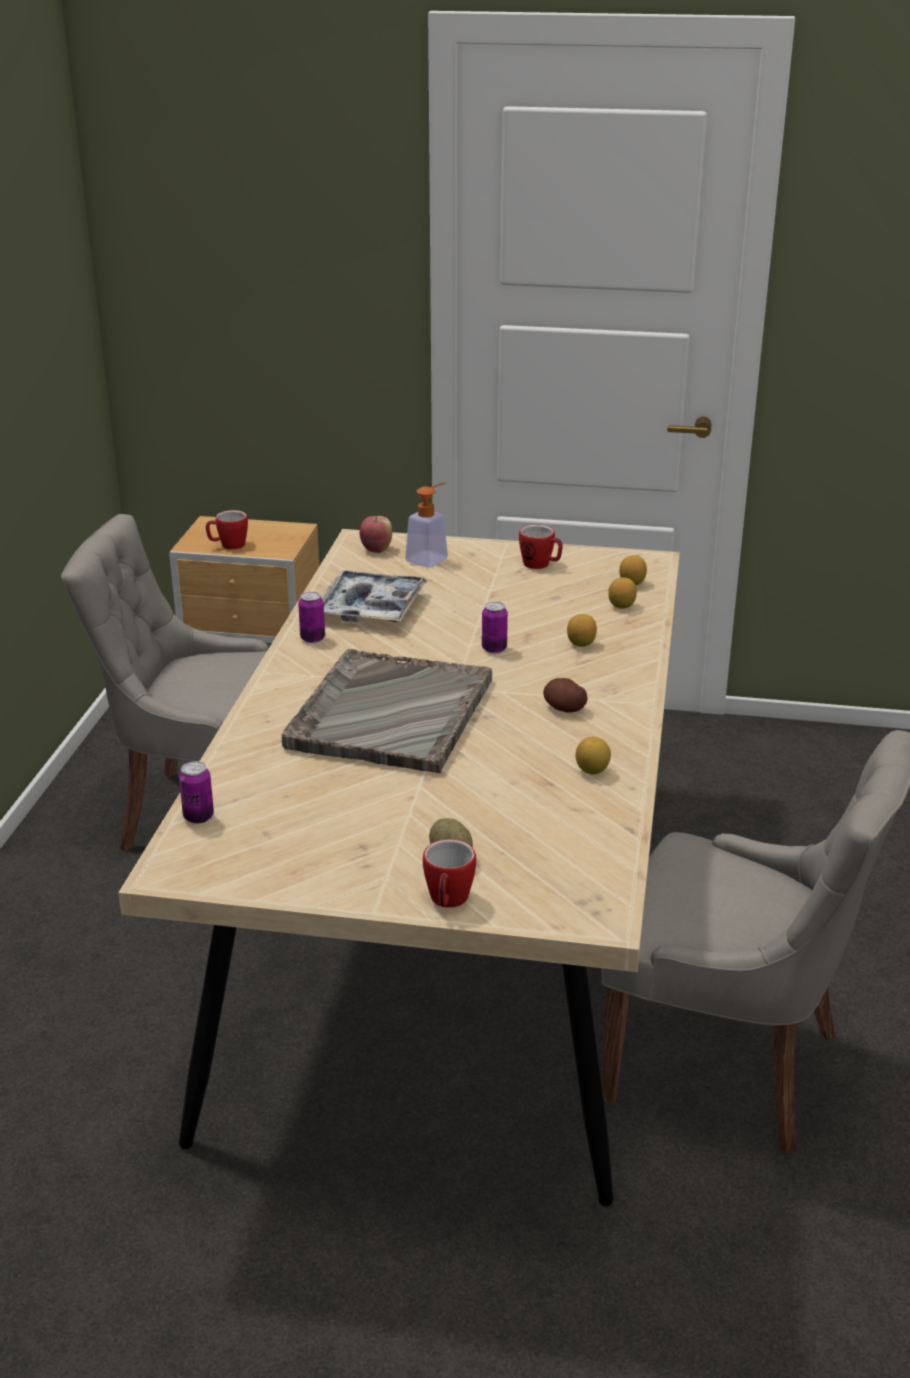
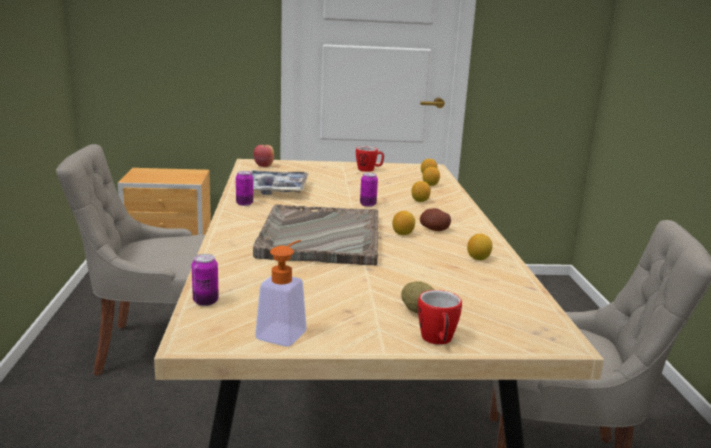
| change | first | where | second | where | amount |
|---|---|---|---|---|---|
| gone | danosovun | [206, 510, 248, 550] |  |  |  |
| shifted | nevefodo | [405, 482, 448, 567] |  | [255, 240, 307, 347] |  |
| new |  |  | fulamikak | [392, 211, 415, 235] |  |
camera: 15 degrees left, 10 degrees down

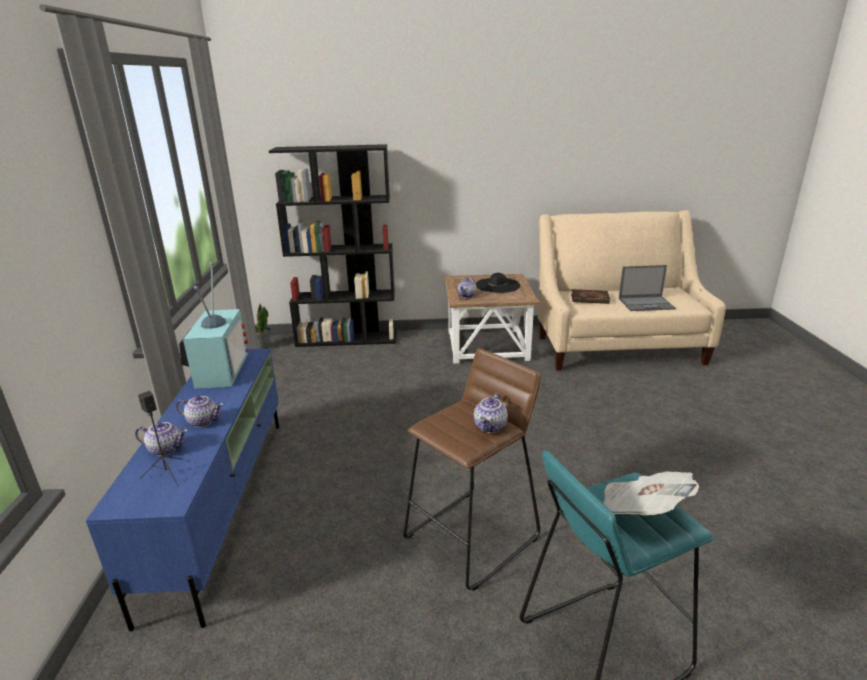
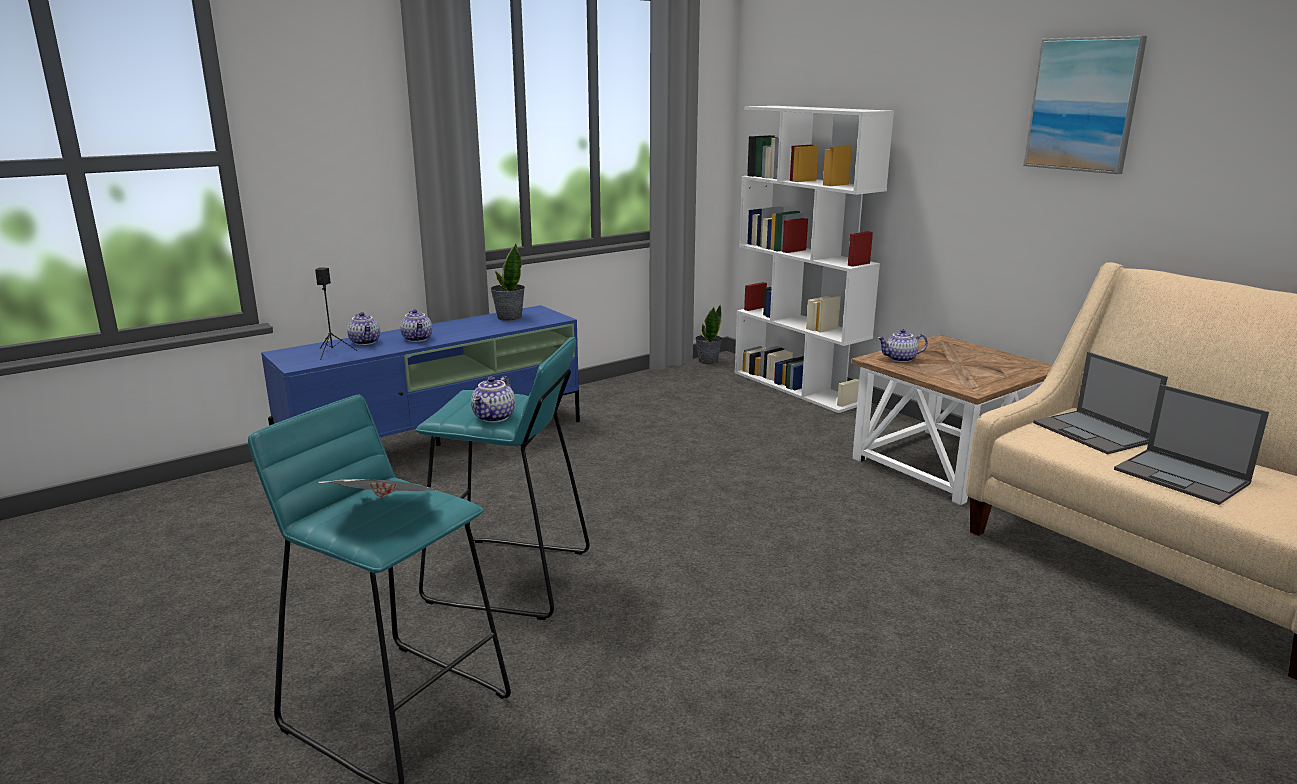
| change | first | where | second | where | amount |
|---|---|---|---|---|---|
| swapped | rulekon | [179, 262, 248, 389] | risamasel | [490, 244, 525, 321] |  |
| repainted | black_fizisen | [269, 144, 397, 347] | white_fizisen | [735, 106, 894, 413] |  |
| repainted | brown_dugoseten | [403, 348, 541, 591] | turquoise_dugoseten | [416, 337, 590, 620] |  |
| rotated | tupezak | [474, 393, 508, 433] |  | [471, 376, 515, 423] | 60 degrees counterclockwise |
| gone | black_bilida | [476, 273, 520, 293] |  |  |  |
| swapped | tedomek | [571, 289, 610, 304] | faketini | [1033, 352, 1168, 454] |  |
| new |  |  | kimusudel | [1023, 36, 1147, 174] |  |
camera: 55 degrees right, 5 degrees down

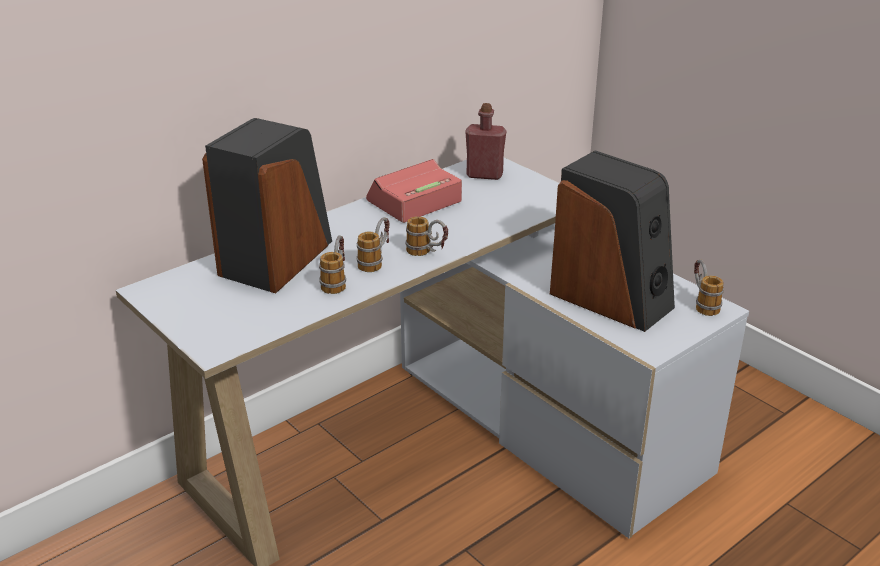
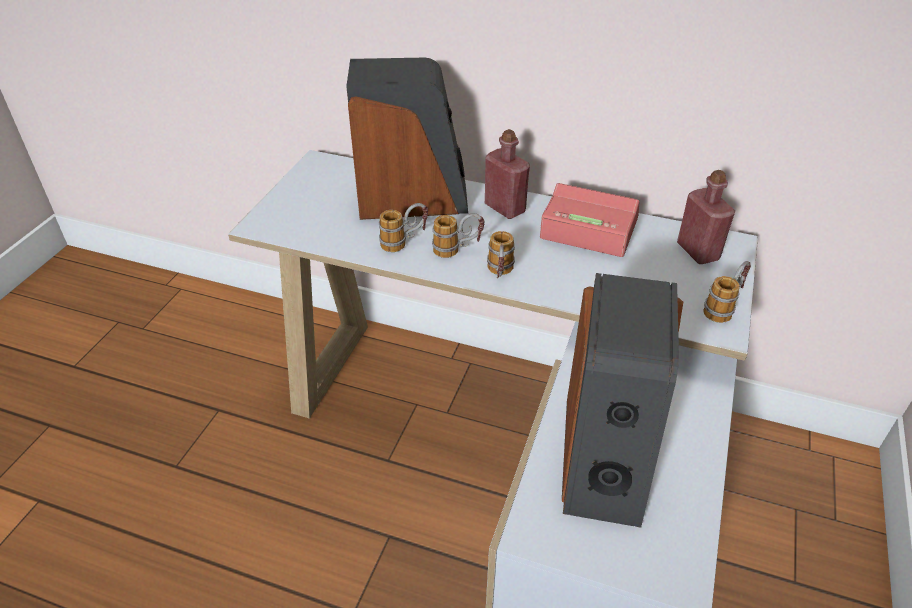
| change | first | where | second | where | amount |
|---|---|---|---|---|---|
| shifted | danosovun | [694, 260, 724, 316] |  | [703, 261, 751, 323] |  |
| new |  |  | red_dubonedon | [485, 129, 530, 219] |  |
camera: 60 degrees right, 10 degrees up

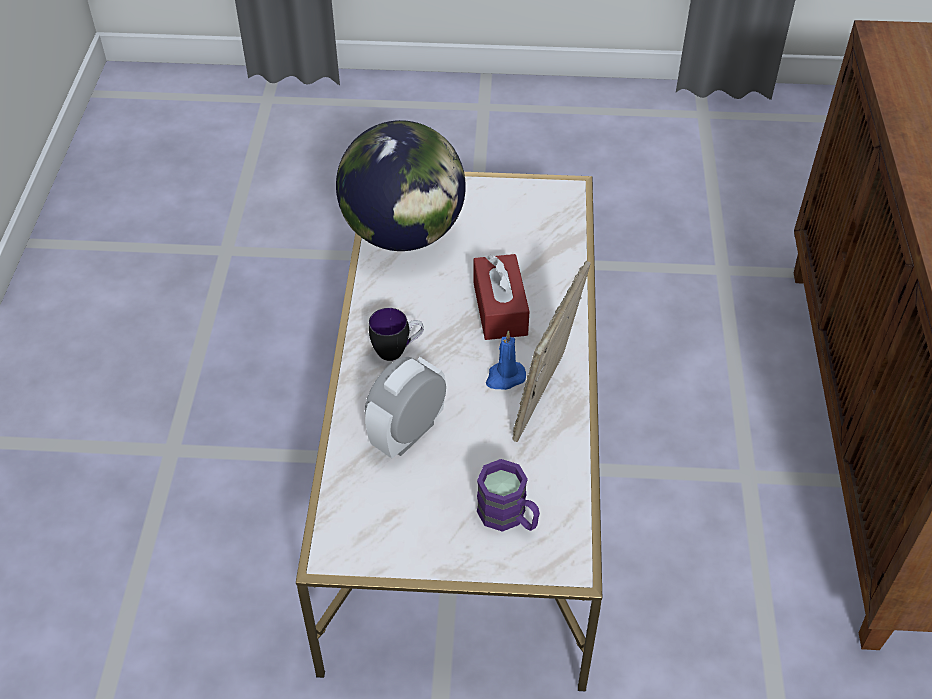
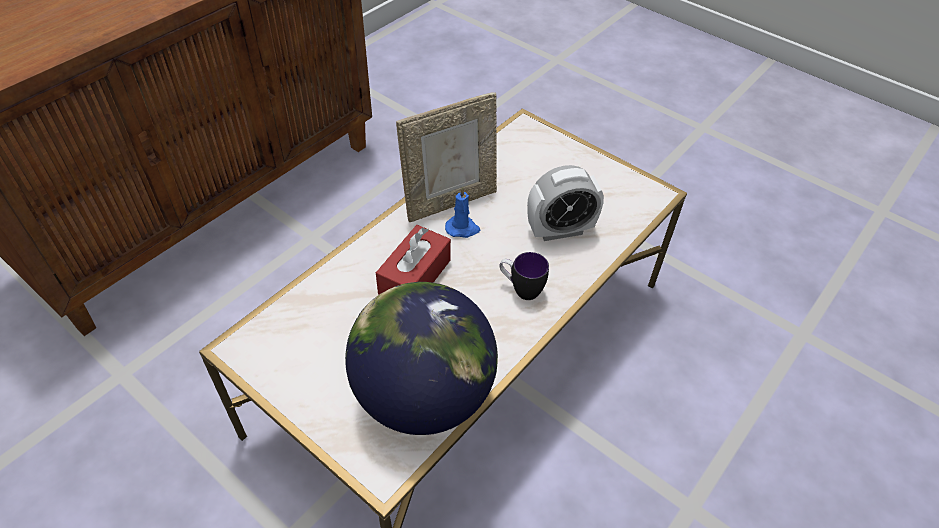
| change | first | where | second | where | amount |
|---|---|---|---|---|---|
| gone | purple_danosovun | [477, 459, 540, 532] |  |  |  |
camera: 145 degrees left, 0 degrees up

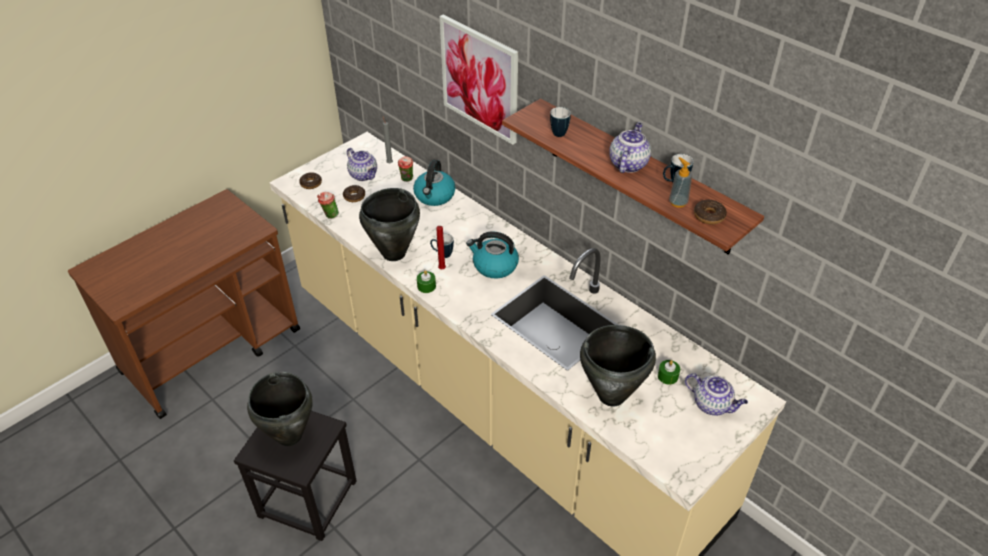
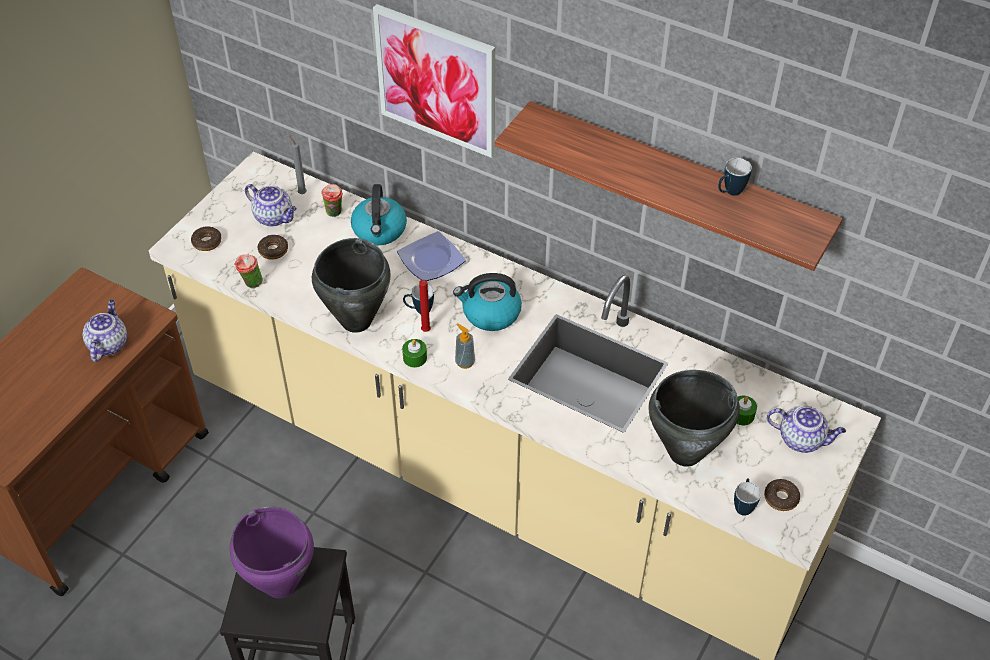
| change | first | where | second | where | amount |
|---|---|---|---|---|---|
| repainted | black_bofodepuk | [247, 372, 313, 446] | purple_bofodepuk | [230, 506, 314, 598] |  |
| shifted | danosovun | [550, 107, 571, 137] |  | [734, 478, 761, 516] |  |
| shifted | tupezak | [609, 122, 651, 173] |  | [82, 299, 127, 362] |  |
| shifted | nevefodo | [669, 157, 692, 208] |  | [455, 323, 475, 369] |  |
| shifted | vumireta | [694, 200, 727, 225] |  | [764, 479, 800, 511] |  |
| new |  |  | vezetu | [397, 231, 466, 281] |  |
camera: 15 degrees left, 5 degrees up

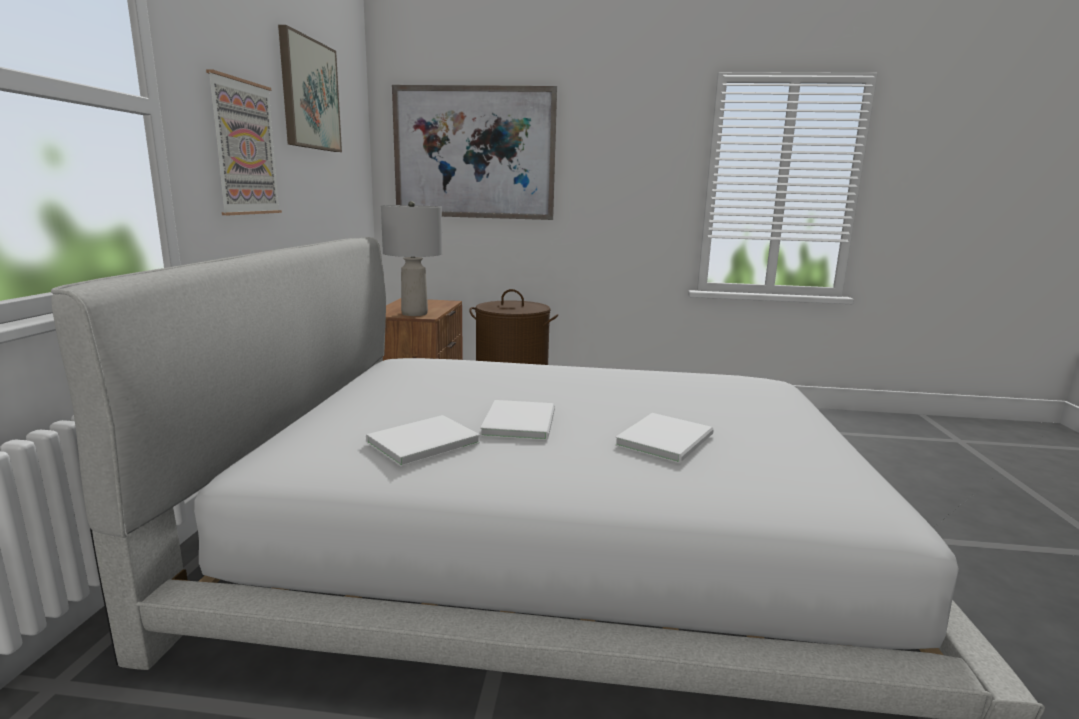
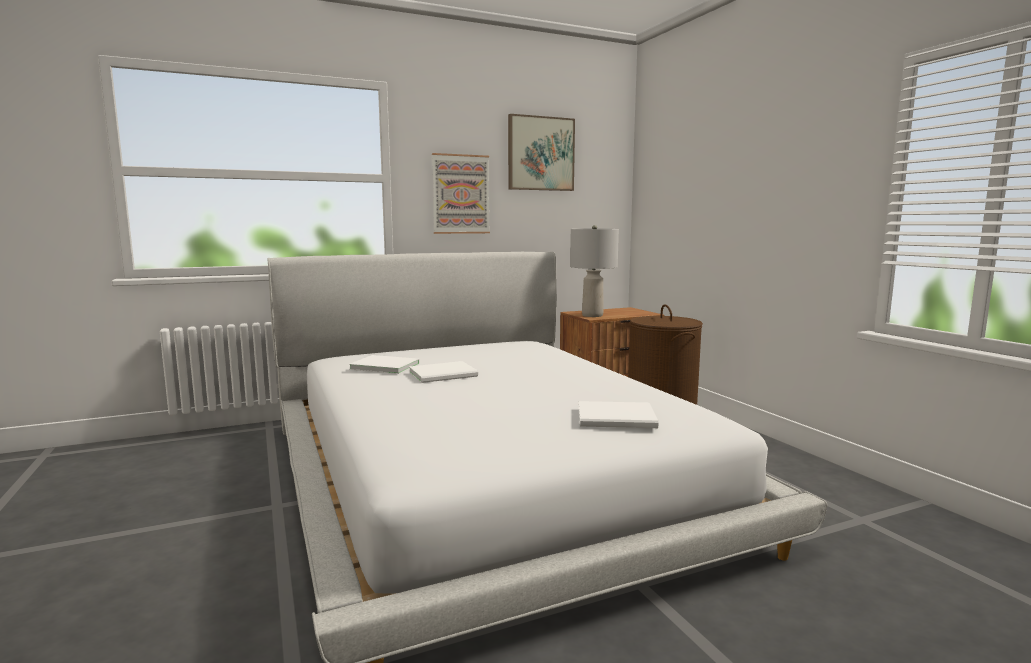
| change | first | where | second | where | amount |
|---|---|---|---|---|---|
| gone | kimusudel | [392, 85, 557, 220] |  |  |  |
| shifted | white_tedomek | [615, 413, 714, 463] |  | [578, 401, 658, 428] |  |
camera: 60 degrees right, 5 degrees down

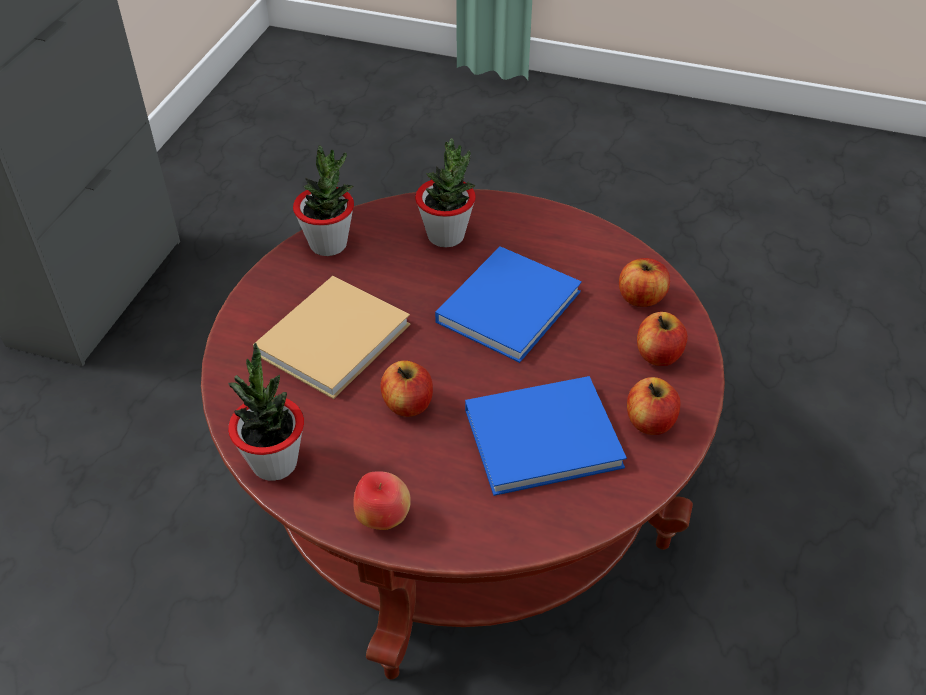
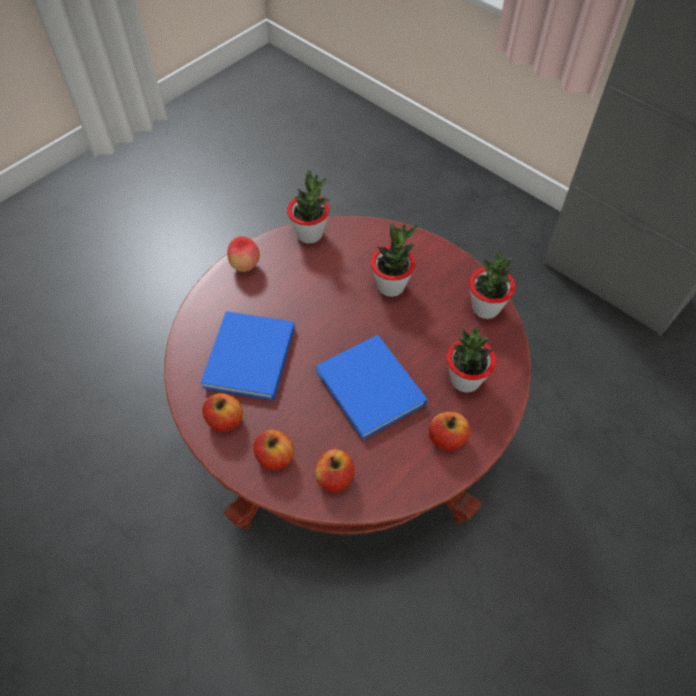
| change | first | where | second | where | amount |
|---|---|---|---|---|---|
| swapped | beige_tedomek | [253, 276, 410, 399] | risamasel | [371, 223, 418, 297] |  |
| shifted | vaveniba | [381, 360, 433, 417] |  | [429, 412, 470, 451] |  |
camera: 115 degrees right, 10 degrees up

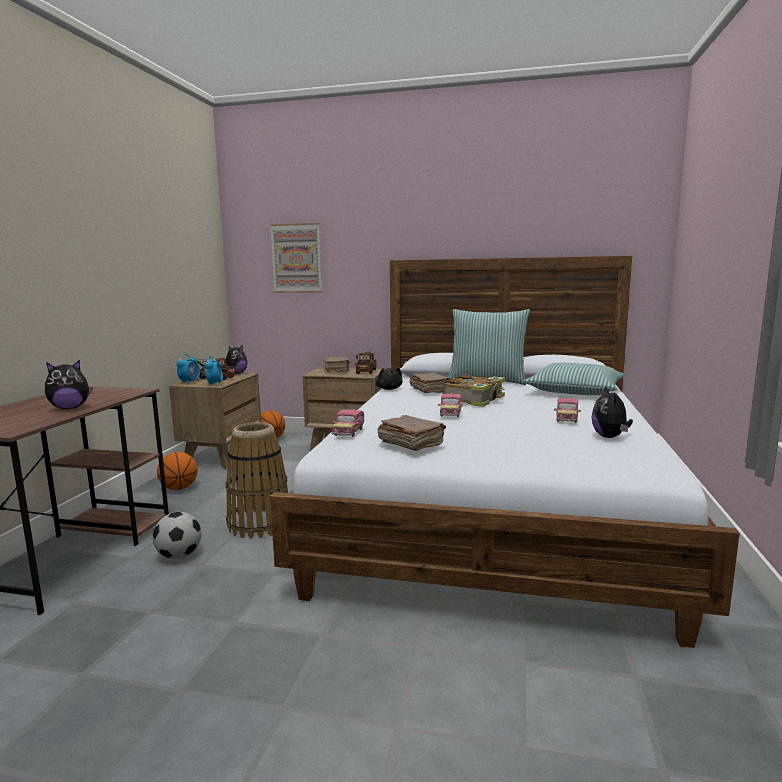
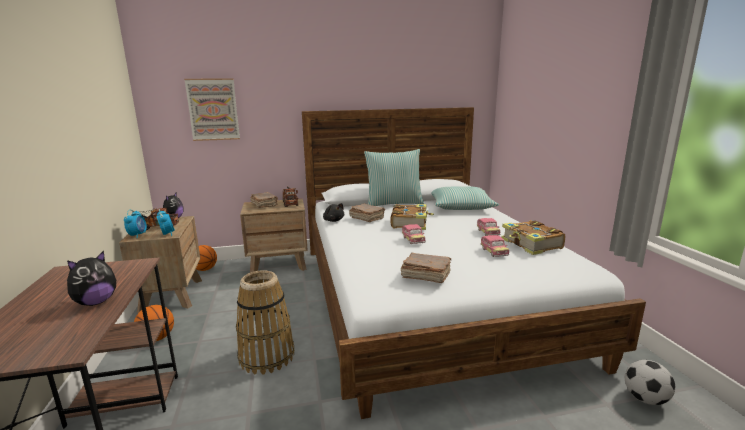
| change | first | where | second | where | amount |
|---|---|---|---|---|---|
| shifted | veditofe | [153, 512, 202, 559] |  | [625, 360, 675, 405] |  |
| shifted | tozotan | [332, 409, 364, 437] |  | [480, 235, 509, 257] |  |
| swapped | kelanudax | [592, 386, 633, 438] | tedomek | [501, 220, 565, 255] |  |
camera: 25 degrees left, 5 degrees up

